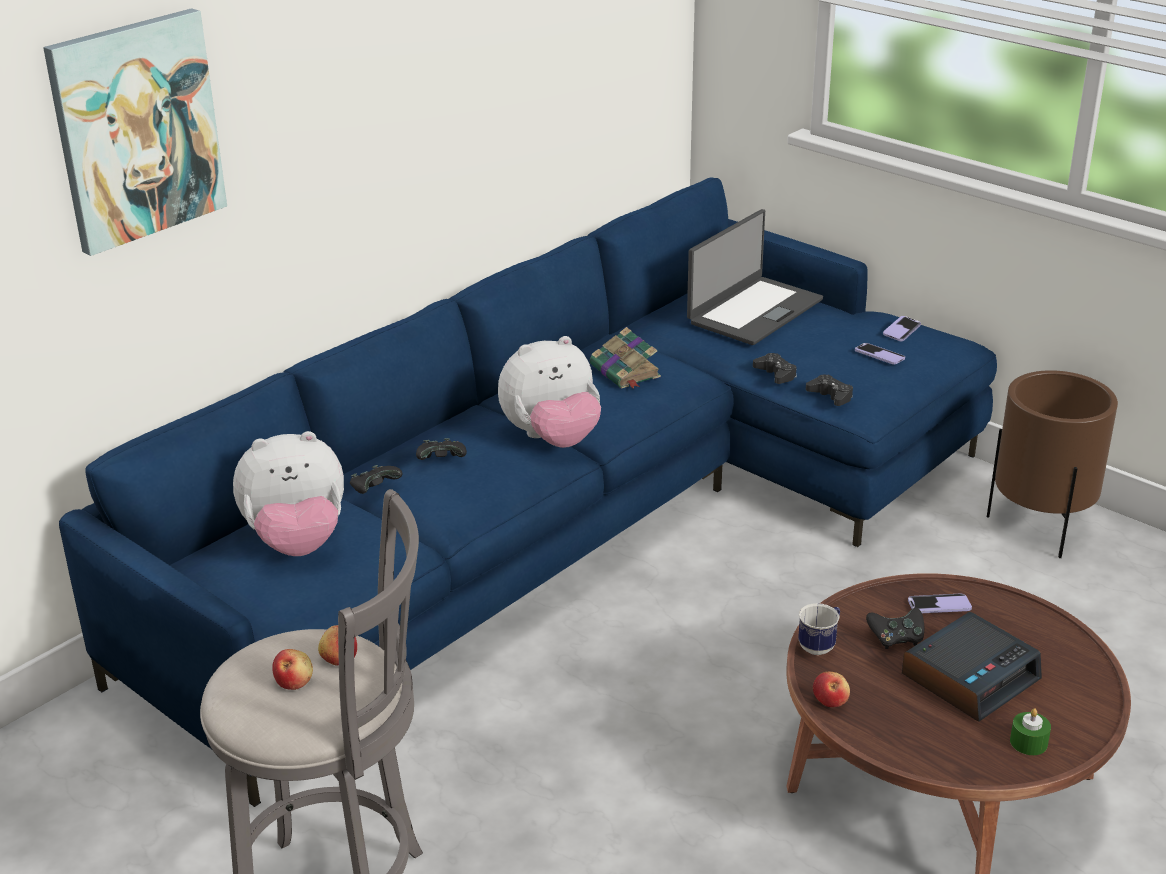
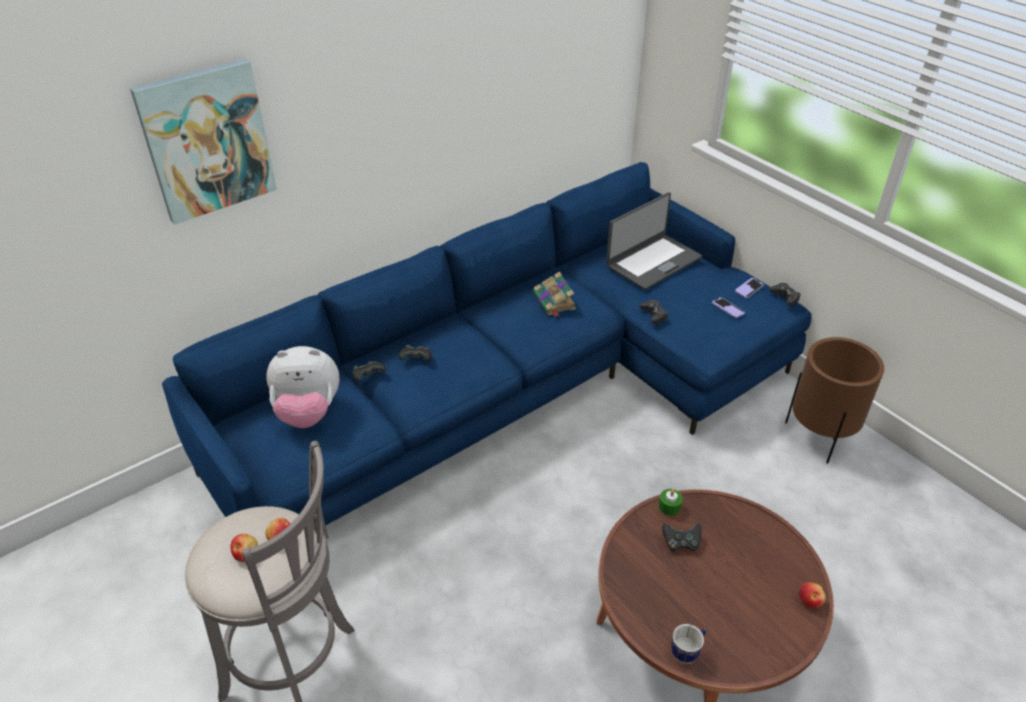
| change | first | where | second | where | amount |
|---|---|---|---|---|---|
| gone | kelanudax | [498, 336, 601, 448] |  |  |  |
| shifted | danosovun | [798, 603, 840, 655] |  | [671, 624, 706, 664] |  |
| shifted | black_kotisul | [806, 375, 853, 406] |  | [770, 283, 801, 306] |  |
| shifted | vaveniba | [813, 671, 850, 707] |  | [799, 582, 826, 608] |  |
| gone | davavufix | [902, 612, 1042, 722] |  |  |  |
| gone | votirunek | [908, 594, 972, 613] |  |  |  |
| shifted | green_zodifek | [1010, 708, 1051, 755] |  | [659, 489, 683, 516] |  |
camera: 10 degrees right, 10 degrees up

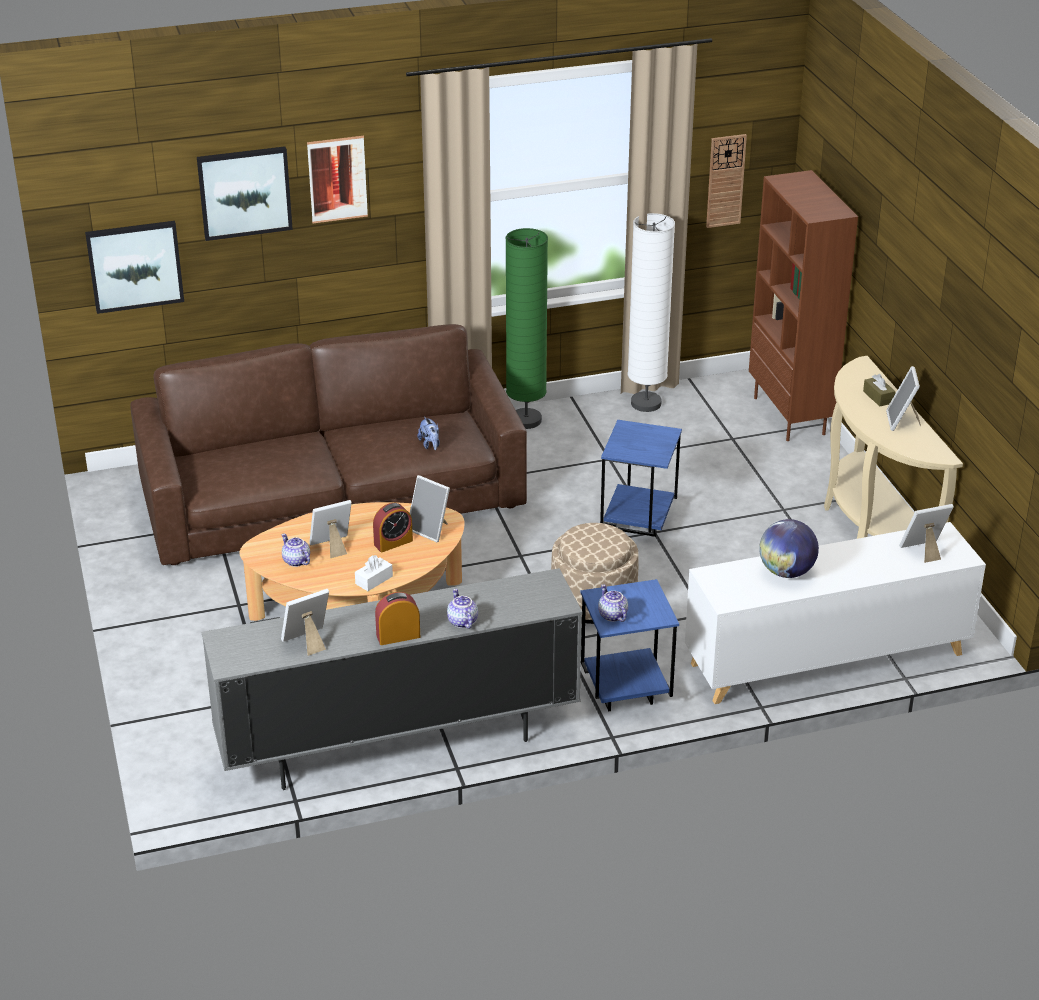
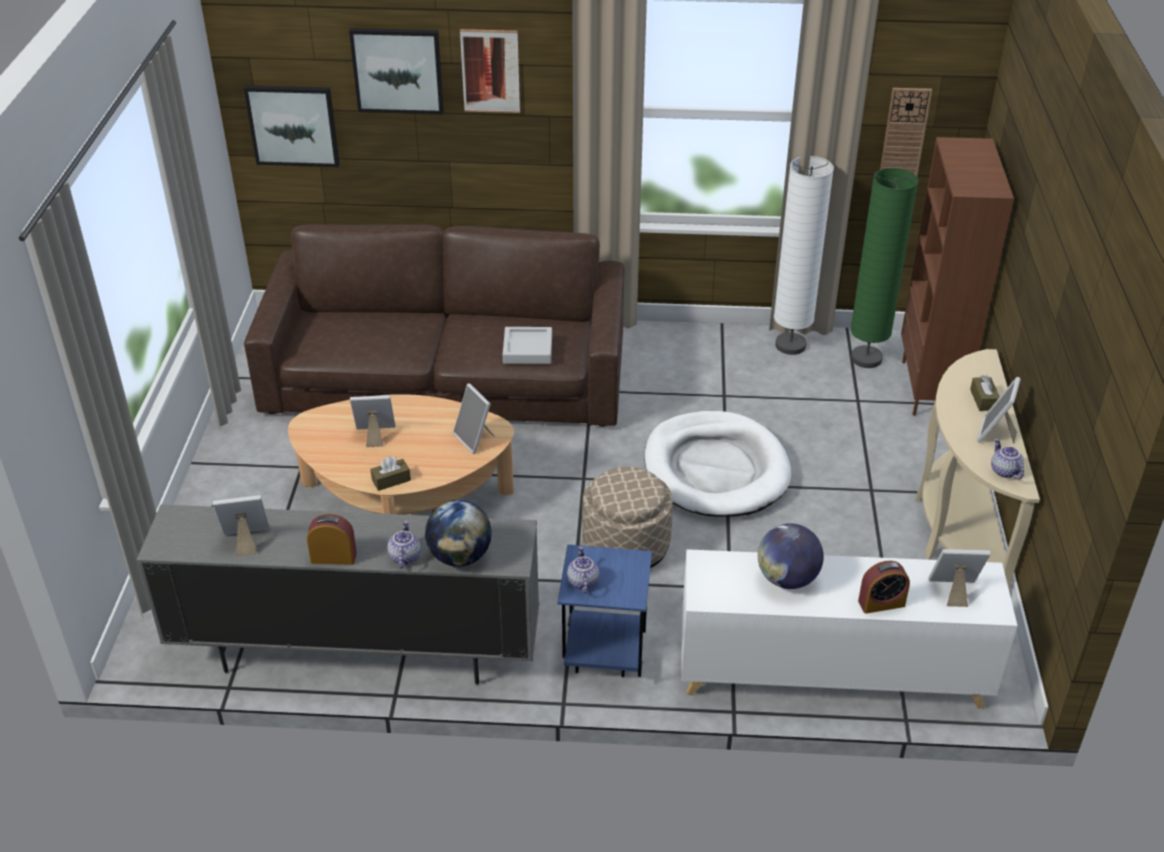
| change | first | where | second | where | amount |
|---|---|---|---|---|---|
| shifted | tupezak | [281, 534, 310, 567] |  | [991, 439, 1024, 480] |  |
| repainted | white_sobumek | [355, 555, 393, 591] | brown_sobumek | [370, 456, 411, 491] |  |
| shifted | davavufix | [373, 503, 413, 552] |  | [858, 561, 910, 614] |  |
| swapped | kelanudax | [418, 416, 440, 450] | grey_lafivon | [503, 327, 552, 364] |  |
| shifted | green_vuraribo | [505, 228, 548, 429] |  | [851, 168, 918, 368] |  |
| swapped | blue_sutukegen | [600, 420, 682, 537] | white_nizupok | [644, 411, 791, 517] |  |
| new |  |  | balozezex | [425, 500, 492, 567] |  |
camera: 20 degrees right, 5 degrees up

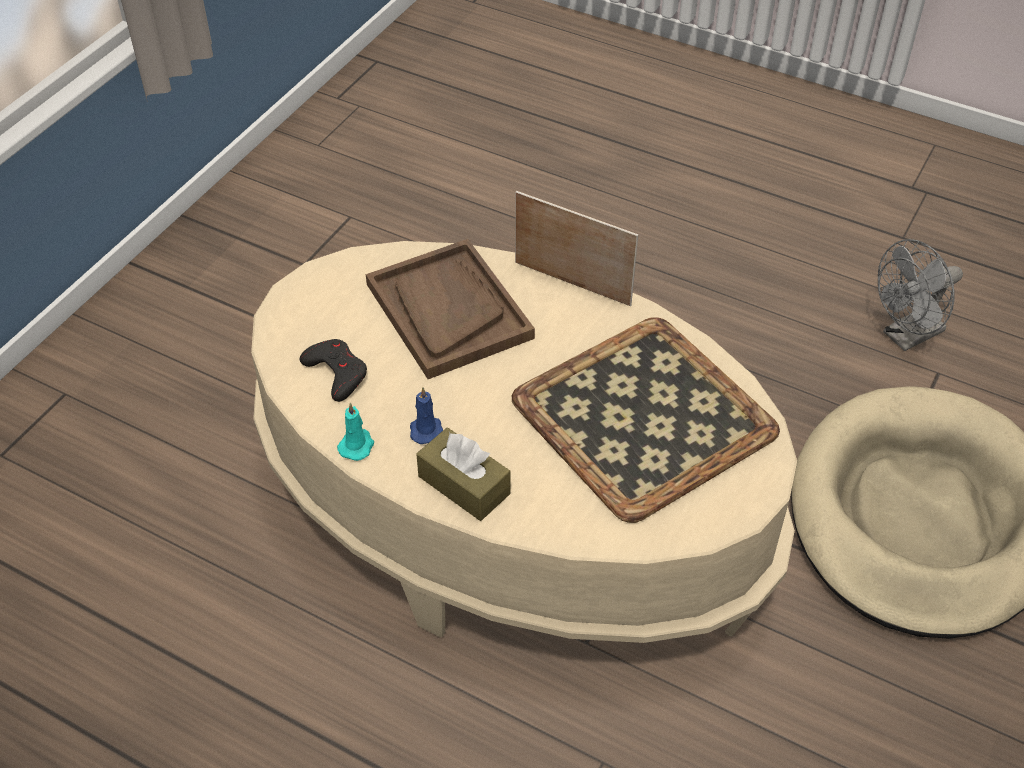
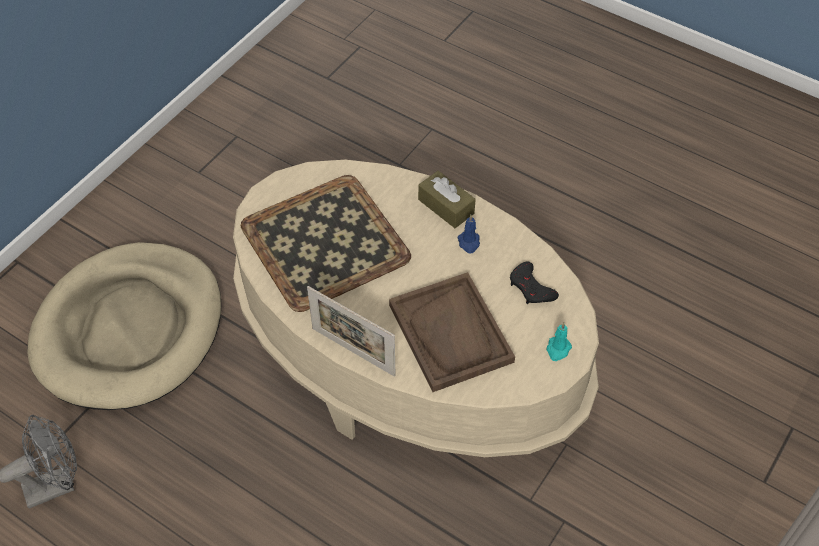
| change | first | where | second | where | amount |
|---|---|---|---|---|---|
| shifted | turquoise_zodifek | [337, 403, 374, 461] |  | [546, 323, 572, 361] |  |
camera: 175 degrees left, 5 degrees up

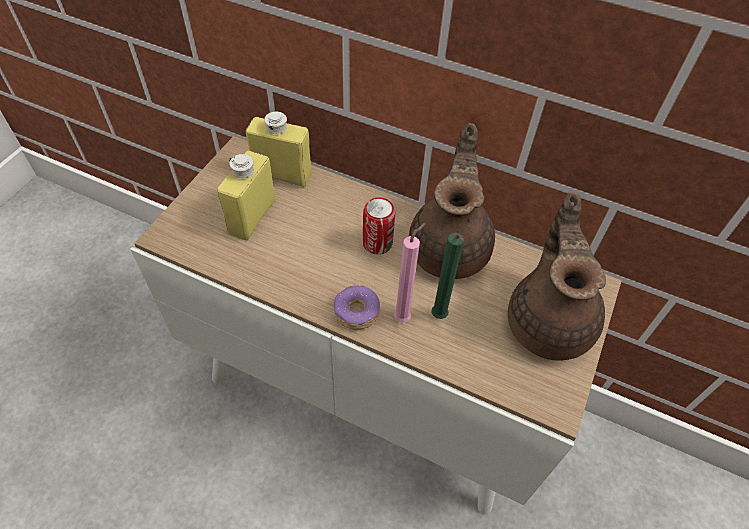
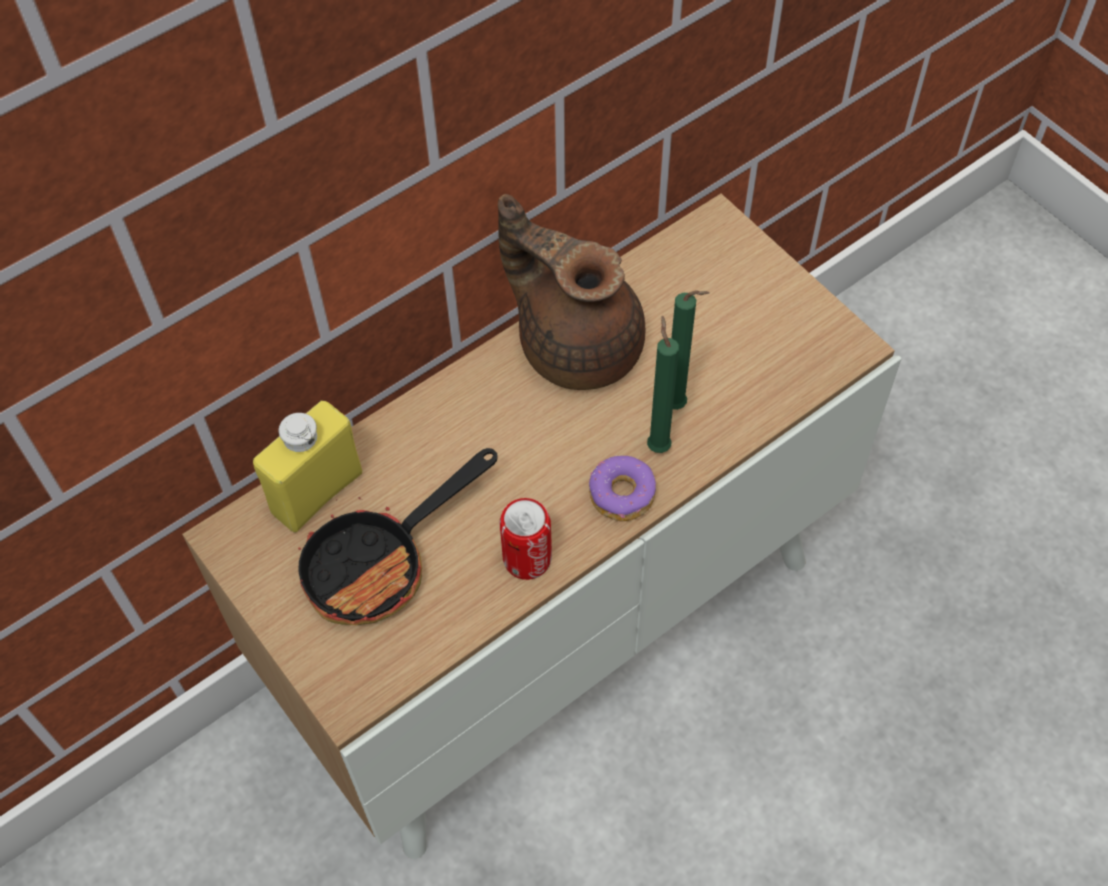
| change | first | where | second | where | amount |
|---|---|---|---|---|---|
| swapped | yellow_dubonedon | [217, 151, 276, 240] | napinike | [298, 448, 498, 625] |  |
| shifted | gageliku | [363, 198, 395, 255] |  | [499, 498, 552, 580] |  |
| repainted | pink_zodifek | [394, 223, 426, 323] | green_zodifek | [647, 315, 679, 453] |  |
| gone | brown_tupezak | [508, 192, 606, 361] |  |  |  |
camera: 60 degrees left, 5 degrees up

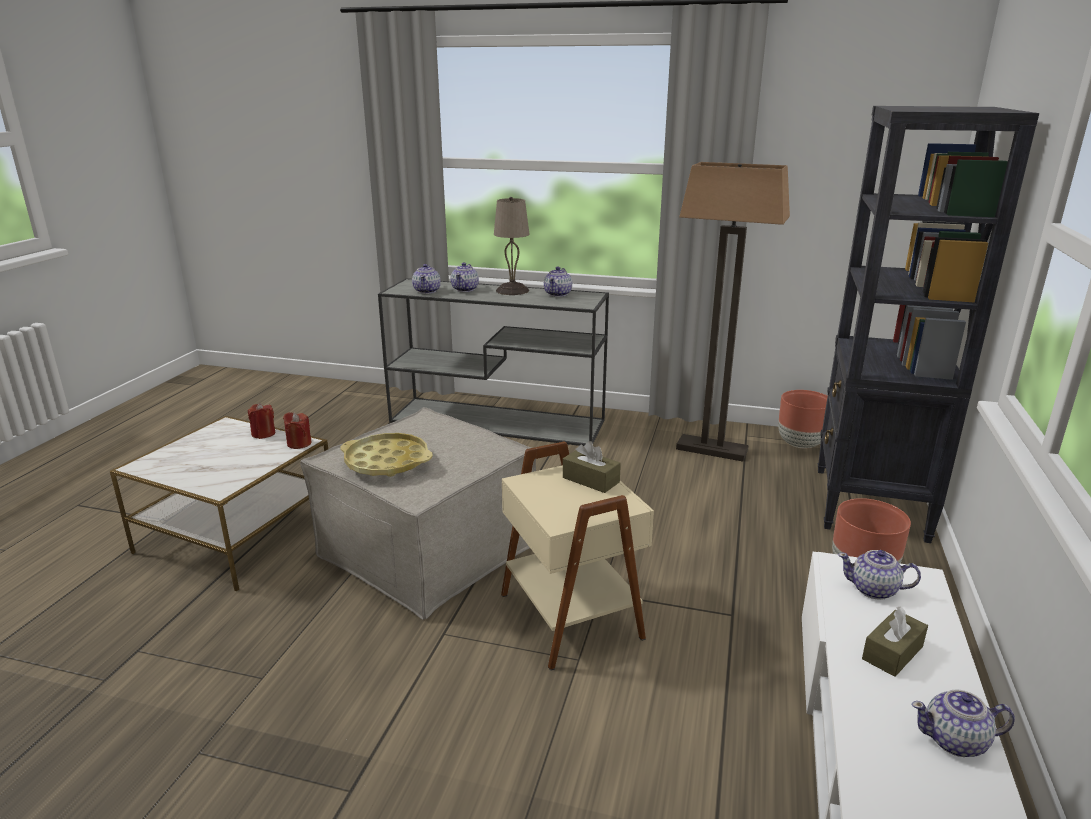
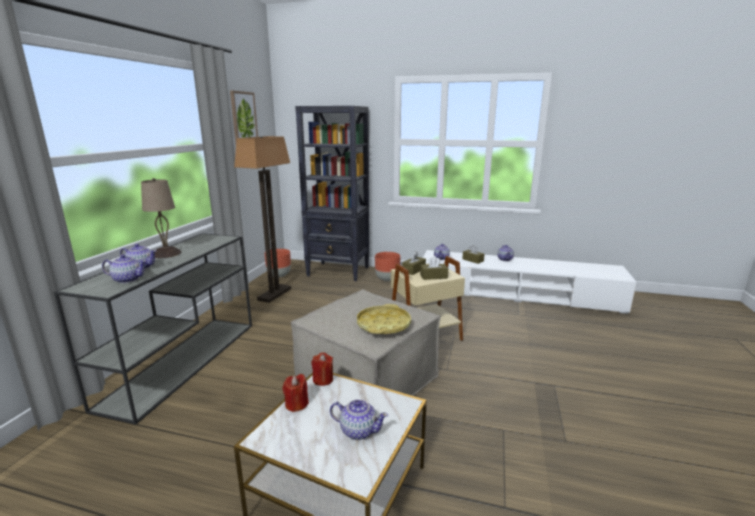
| change | first | where | second | where | amount |
|---|---|---|---|---|---|
| shifted | tupezak | [544, 267, 572, 297] |  | [330, 399, 388, 440] |  |
| new |  |  | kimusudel | [230, 91, 258, 143] |  |
| new |  |  | brown_sobumek | [420, 256, 448, 280] |  |
camera: 90 degrees left, 5 degrees down

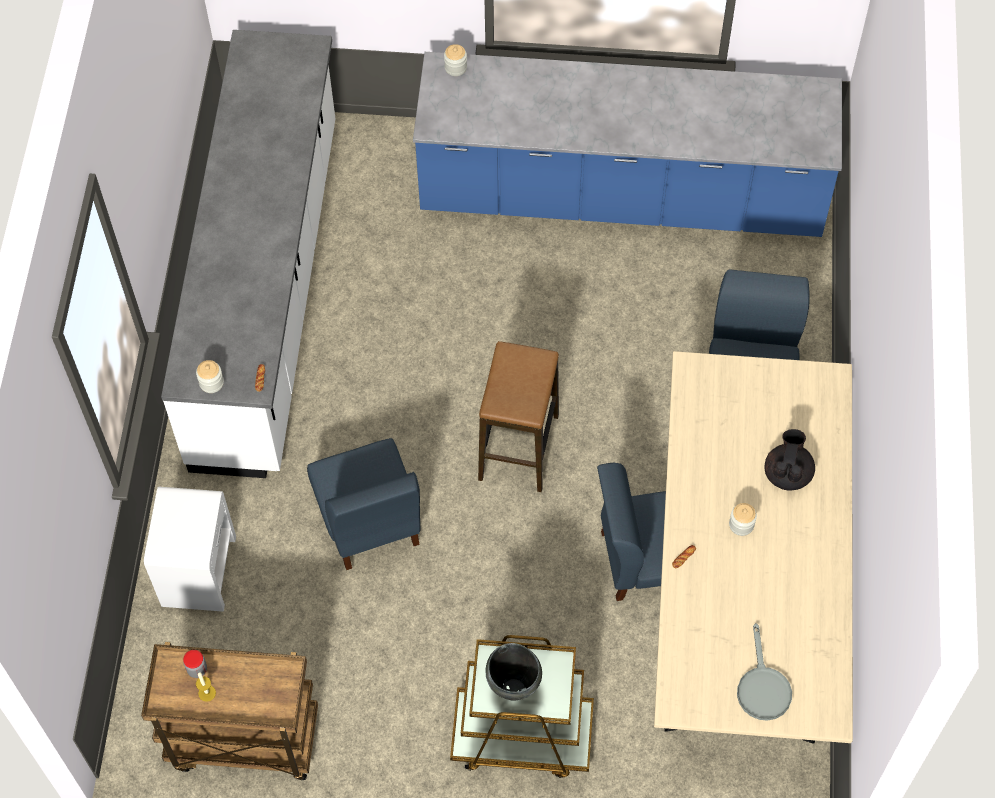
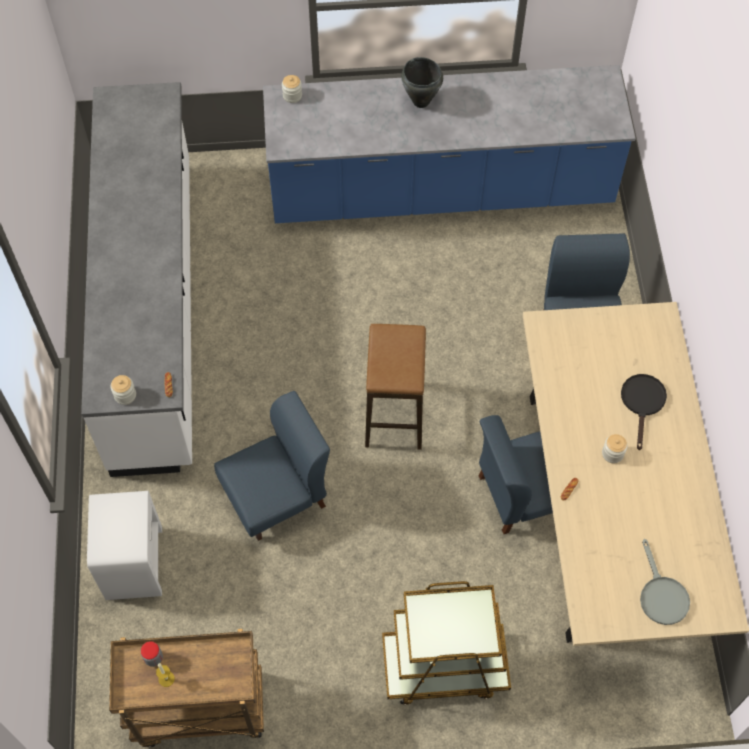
| change | first | where | second | where | amount |
|---|---|---|---|---|---|
| rotated | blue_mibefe | [307, 438, 421, 570] |  | [214, 391, 330, 541] | 90 degrees counterclockwise |
| shifted | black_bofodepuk | [485, 643, 542, 700] |  | [401, 57, 443, 108] |  |
| swapped | black_tupezak | [765, 429, 815, 491] | black_napinike | [621, 374, 667, 450] |  |
camera: 10 degrees left, 0 degrees up

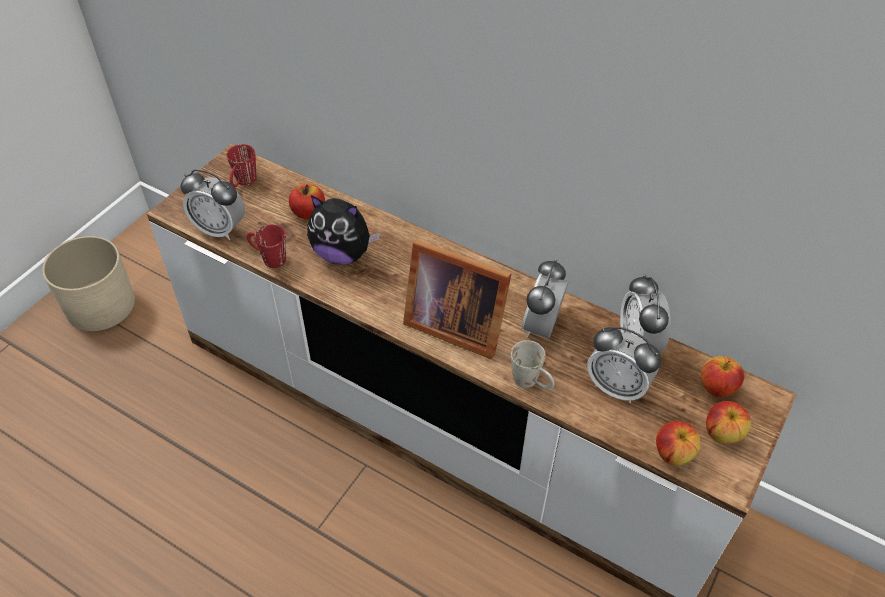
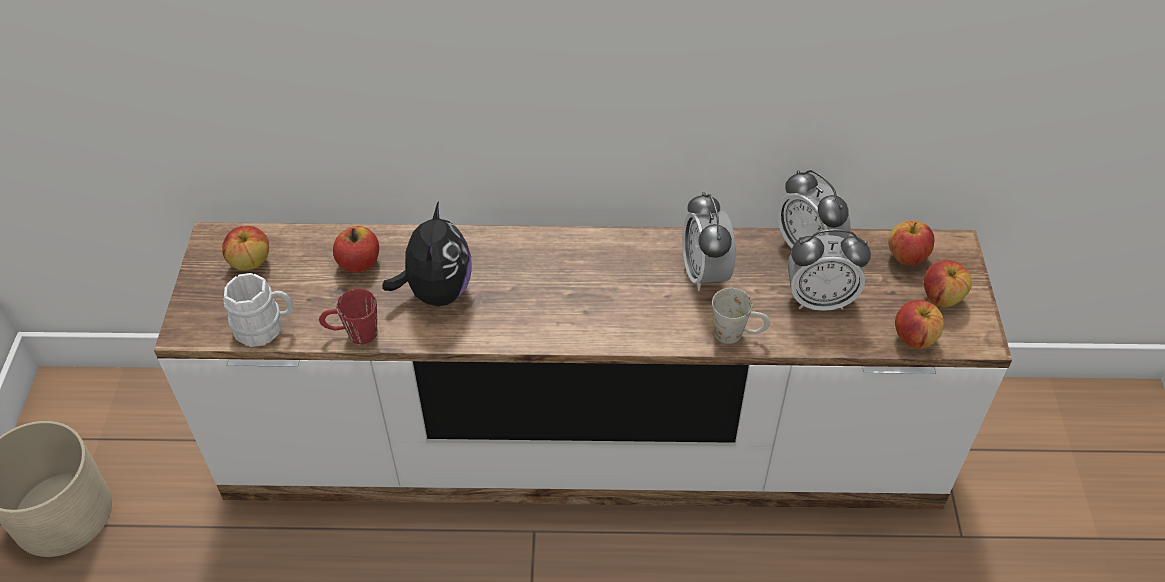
| change | first | where | second | where | amount |
|---|---|---|---|---|---|
| swapped | davavufix | [180, 169, 245, 240] | white_danosovun | [223, 273, 294, 347] |  |
| swapped | red_danosovun | [227, 144, 256, 187] | vaveniba | [222, 226, 269, 271] |  |
| rotated | kelanudax | [307, 195, 380, 265] |  | [382, 201, 472, 306] | 75 degrees counterclockwise |
| gone | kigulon | [403, 239, 511, 359] |  |  |  |
camera: 30 degrees left, 0 degrees up

